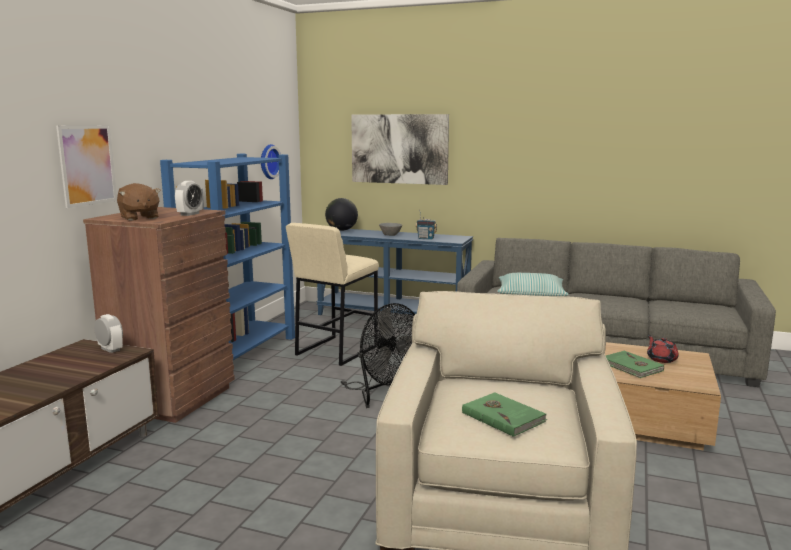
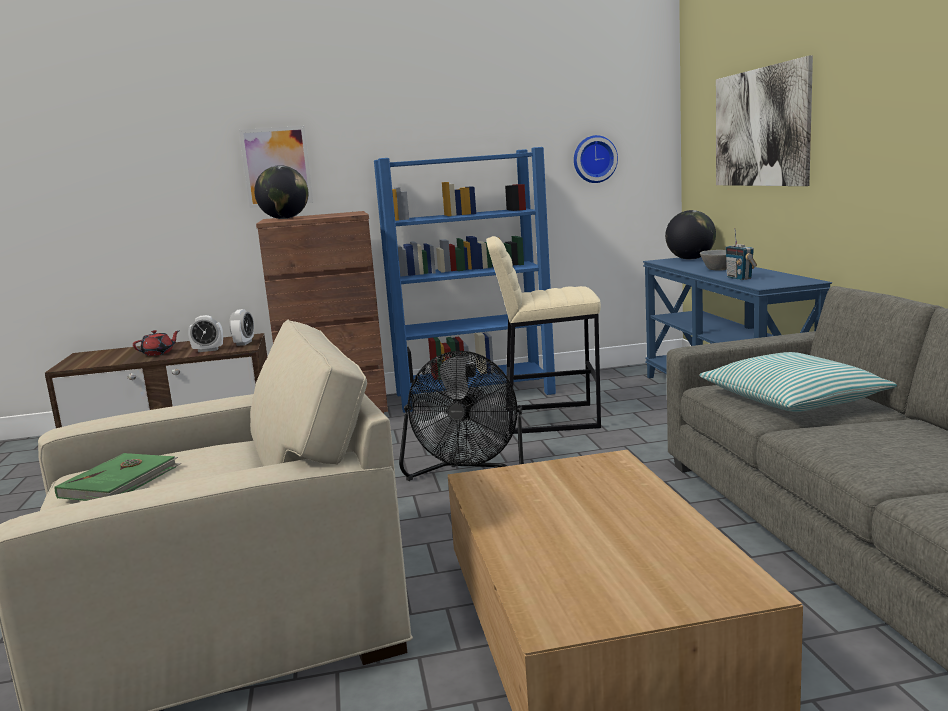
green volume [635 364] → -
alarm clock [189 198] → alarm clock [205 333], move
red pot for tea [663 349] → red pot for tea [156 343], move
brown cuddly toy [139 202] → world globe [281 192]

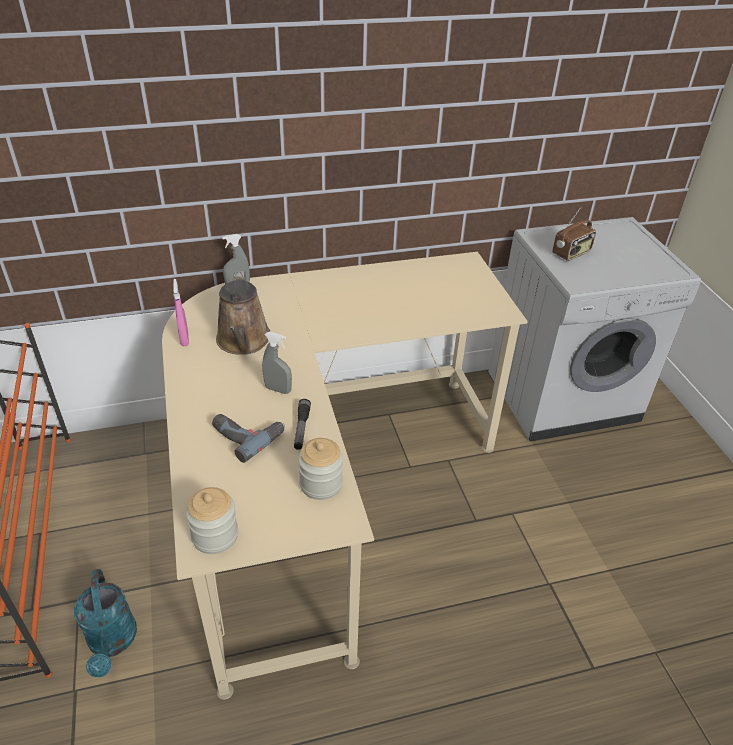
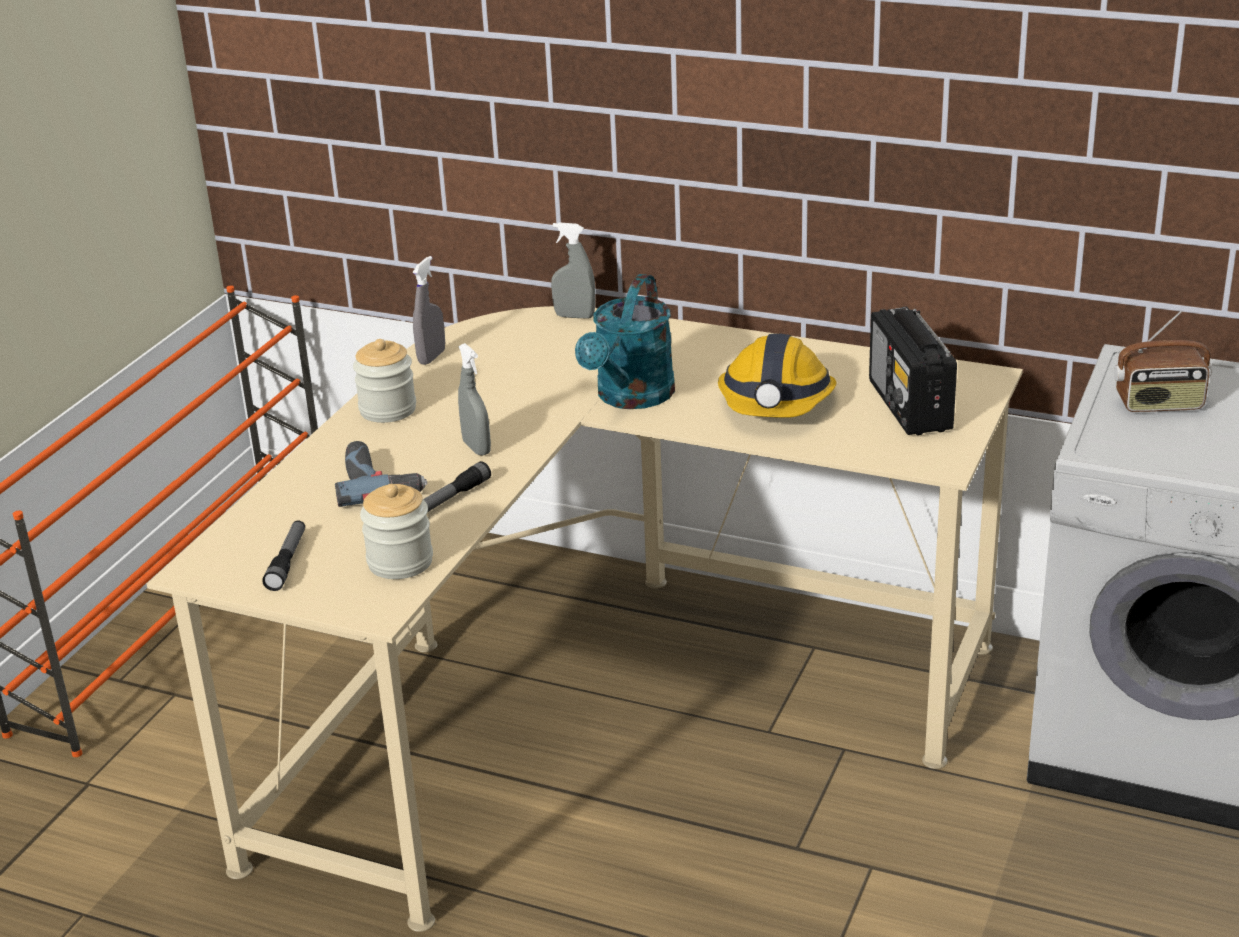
brown sprinkling can [243 313] → -
- → hand torch [283 555]
- → hard hat [777 376]
- → radio set [913 370]
turquoise sprinkling can [105 623] → turquoise sprinkling can [625 341], move
jar [212 520] → jar [384 381], move
pinkish spray bottle [181 312] → greyish spray bottle [429 310]

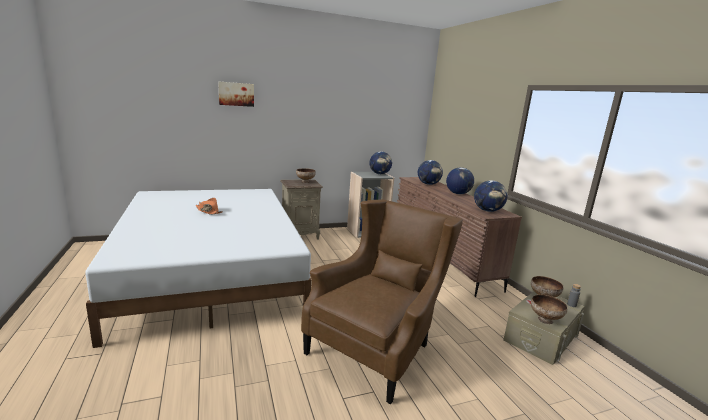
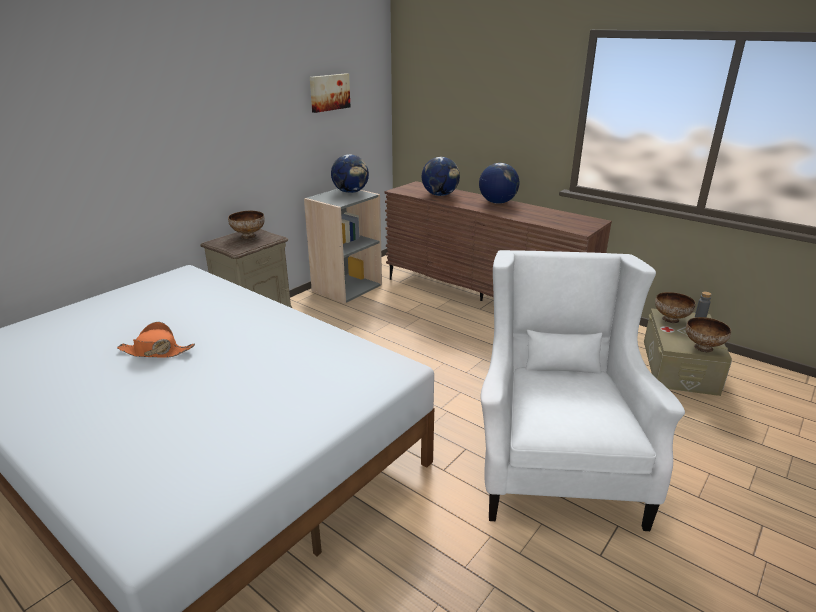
world globe [491 196] → -
wall art [236 94] → wall art [330 93], move
brown armchair [382 302] → white-coloured armchair [583 390]

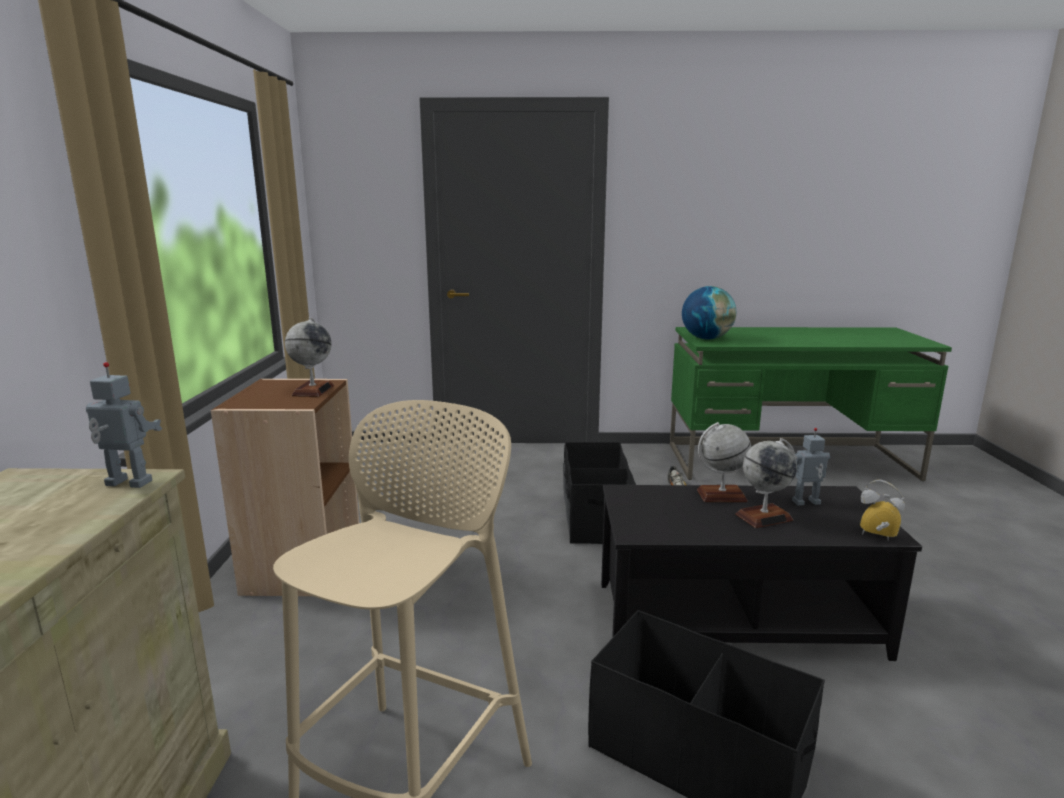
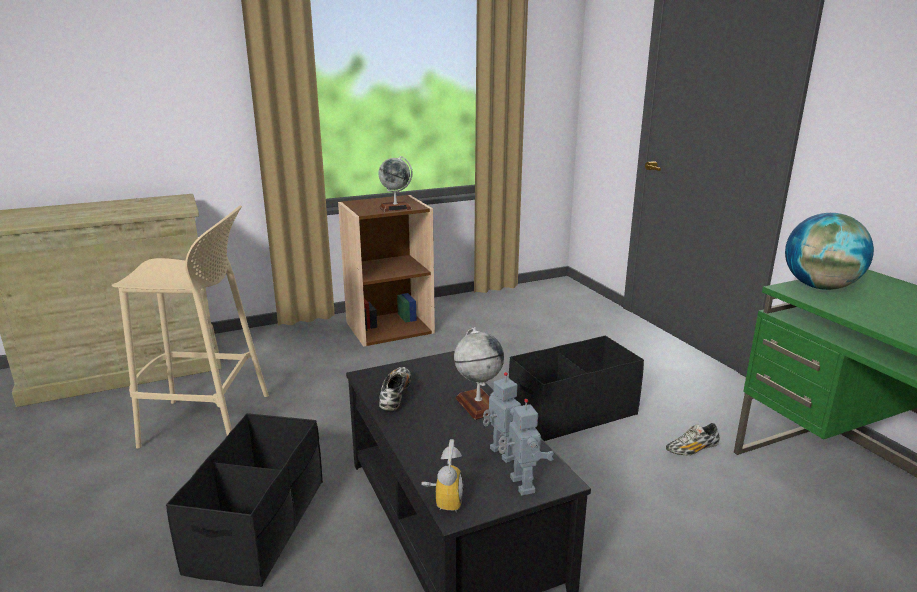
world globe [766 483] → -
- → item of footwear [395 389]
toy robot [124 425] → toy robot [526 447], move

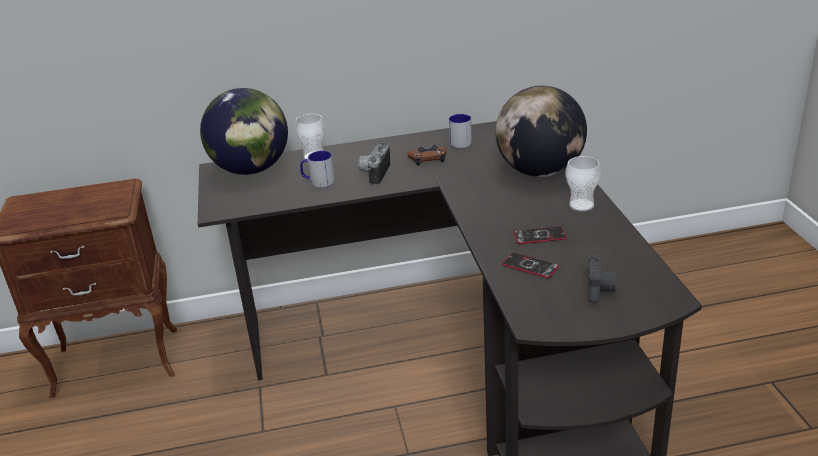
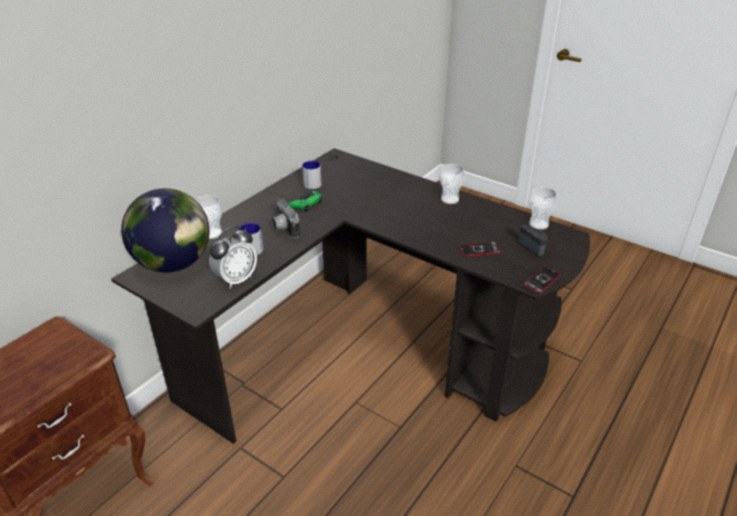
world globe [541 131] → -
- → alarm clock [233 257]
- → cup [543 208]
telephone [540 235] → telephone [541 280], move
brown game controller [427 155] → green game controller [305 201]

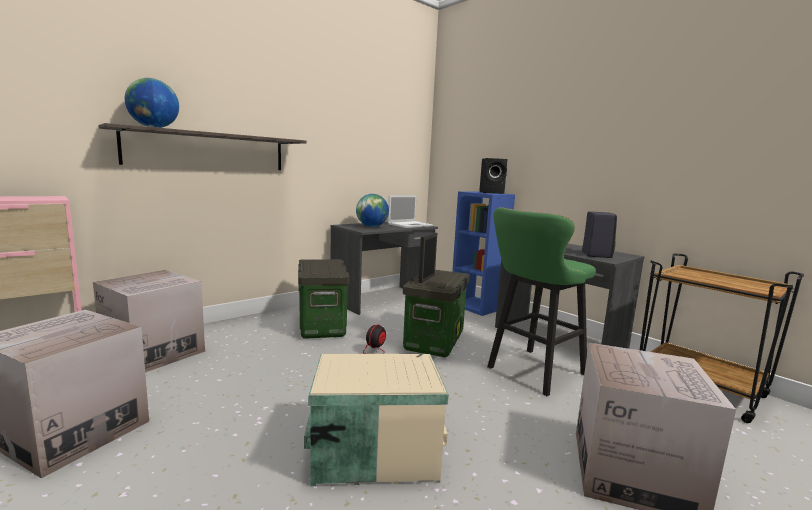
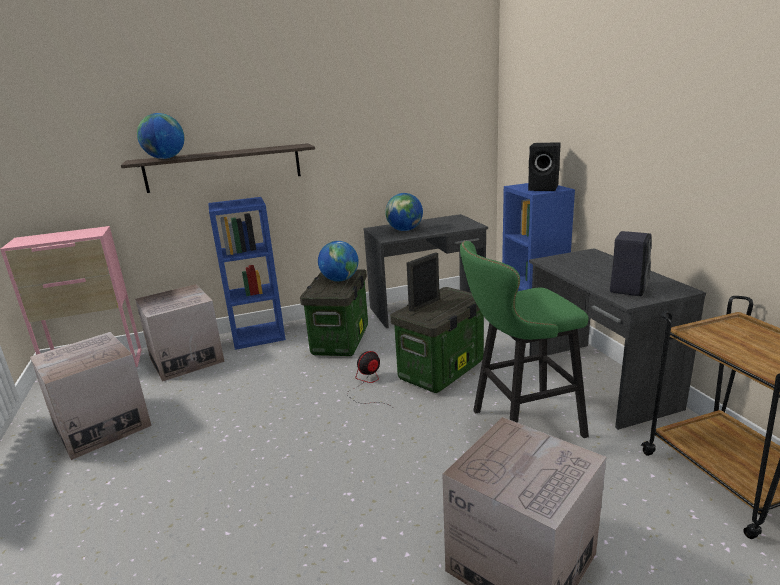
beige-coloured storage box [376 420] → -
notebook computer [410 211] → -
- → blue-coloured bookshelf [247 273]
- → world globe [338 261]

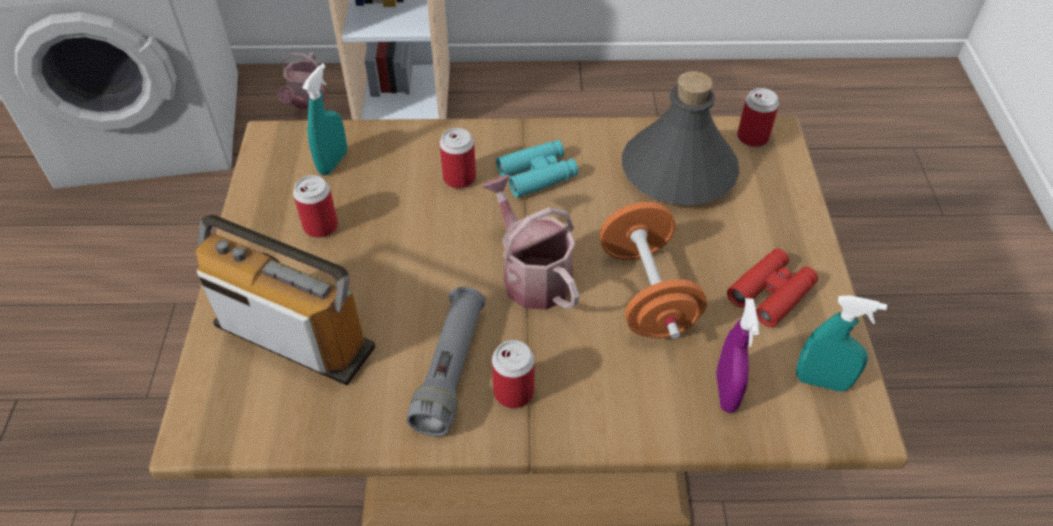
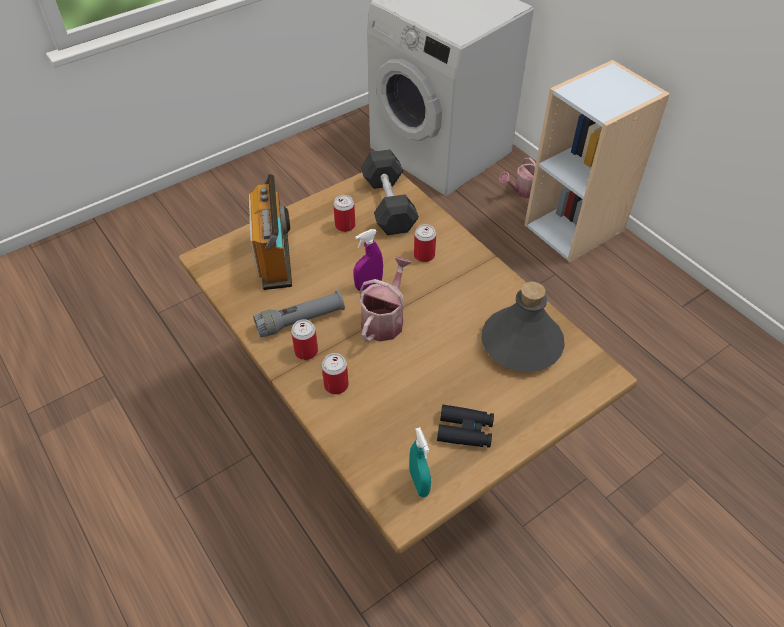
turquoise pair of binoculars [537 169] → -
orange free weight [653 270] → -
purplish spray bottle [737 355] → purplish spray bottle [368 260], move
can [758 117] → can [335 374], move
turquoise spray bottle [324 119] → greyish free weight [390 192]
red pair of binoculars [772 287] → blackish pair of binoculars [465 426]

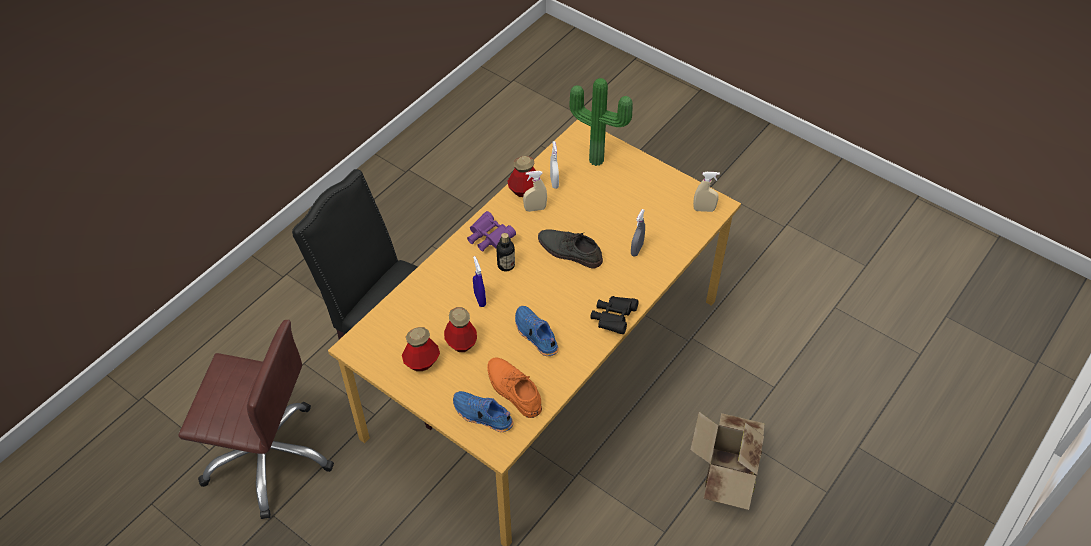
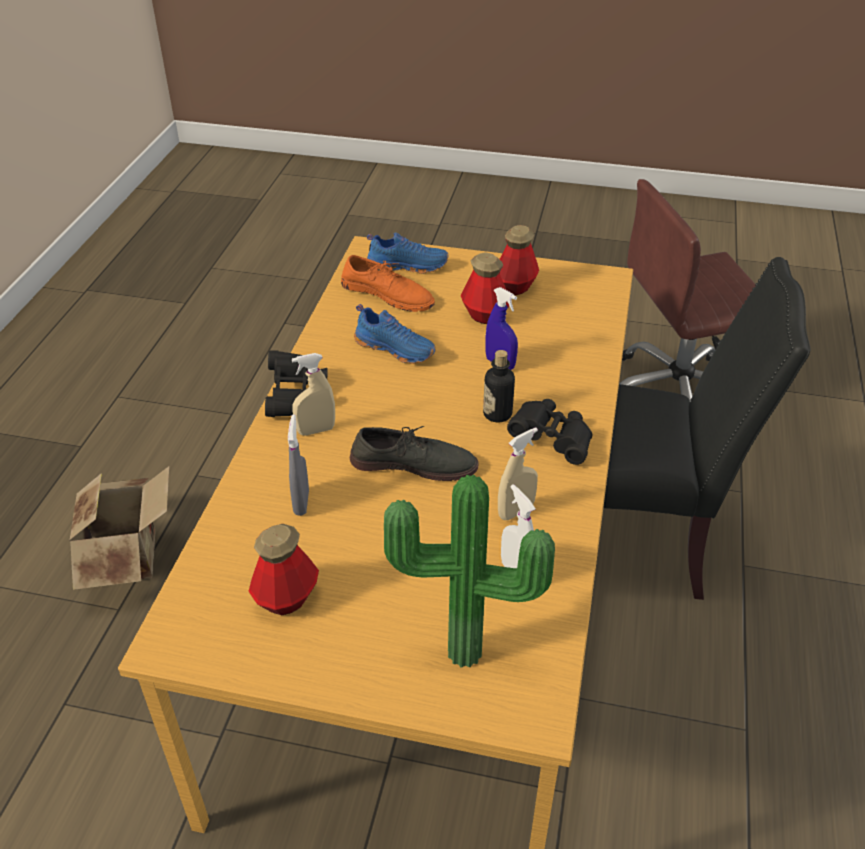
drink bottle [521 176] → drink bottle [283 569], move
beige-coloured spray bottle [706 192] → beige-coloured spray bottle [313 394], move
purplish pair of binoculars [491 231] → blackish pair of binoculars [549 432]

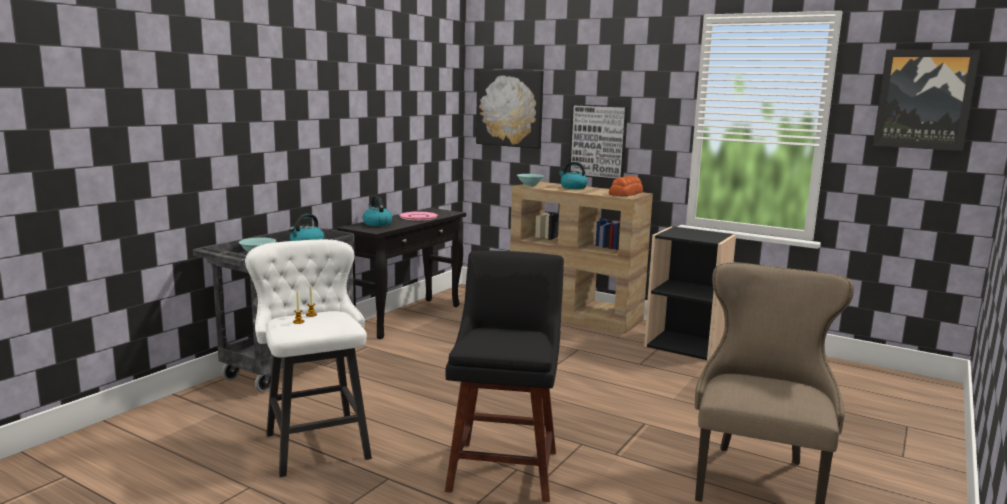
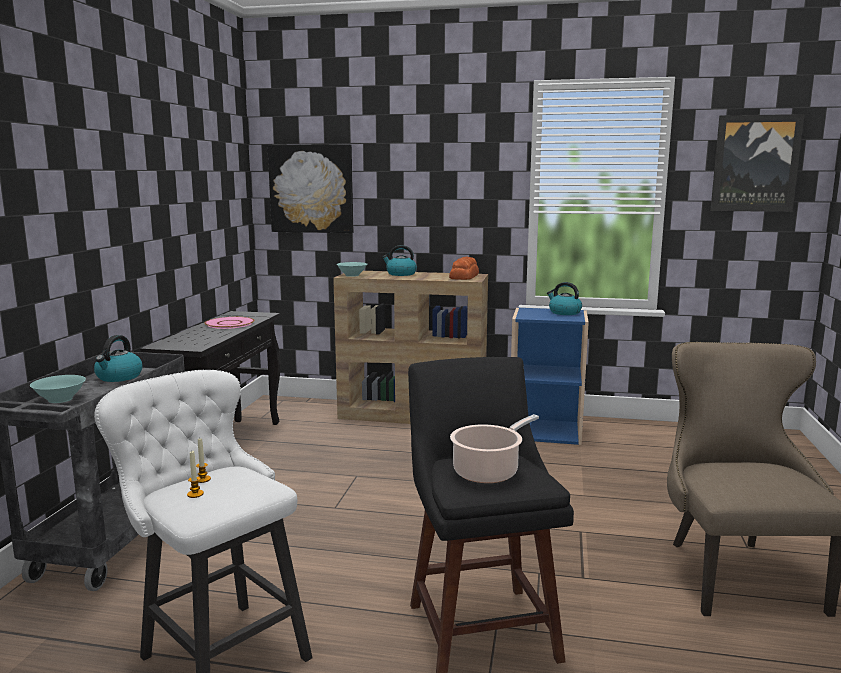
wall art [598 142] → -
- → cooking pot [494 448]
water kettle [377 211] → water kettle [564 298], move
blackish bookshelf [690 293] → blue-coloured bookshelf [550 376]

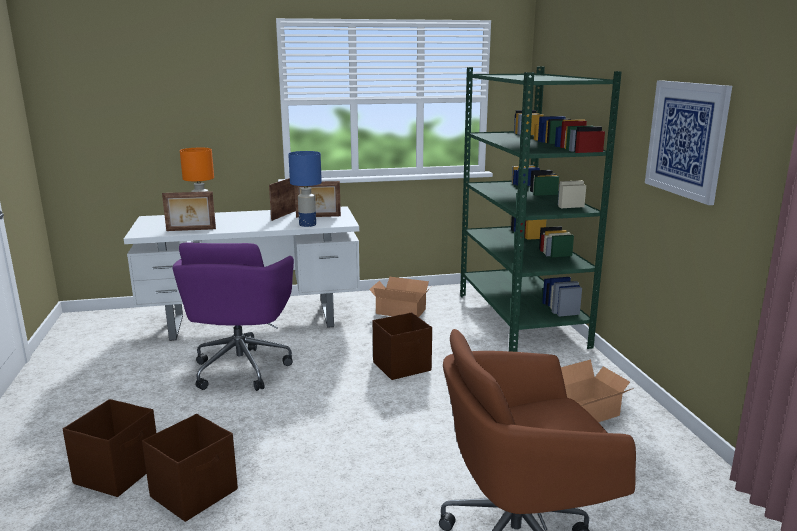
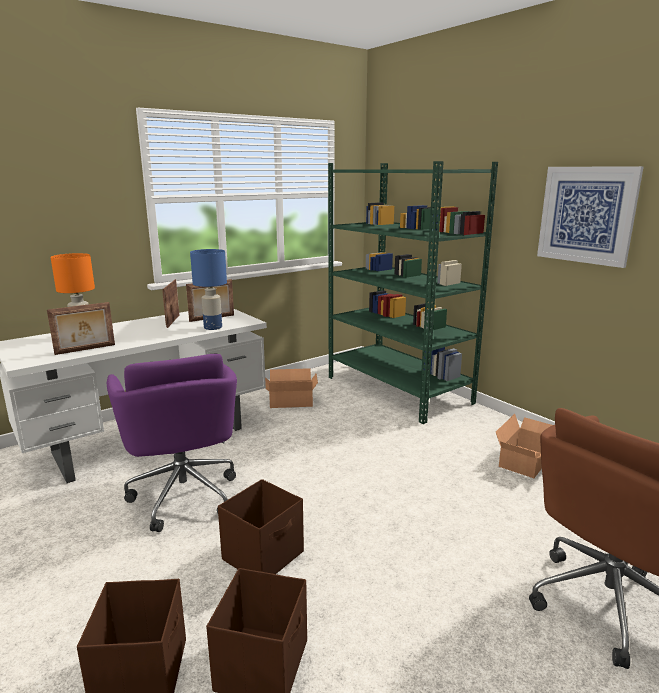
brown storage box [402 346] → brown storage box [261 526], move

